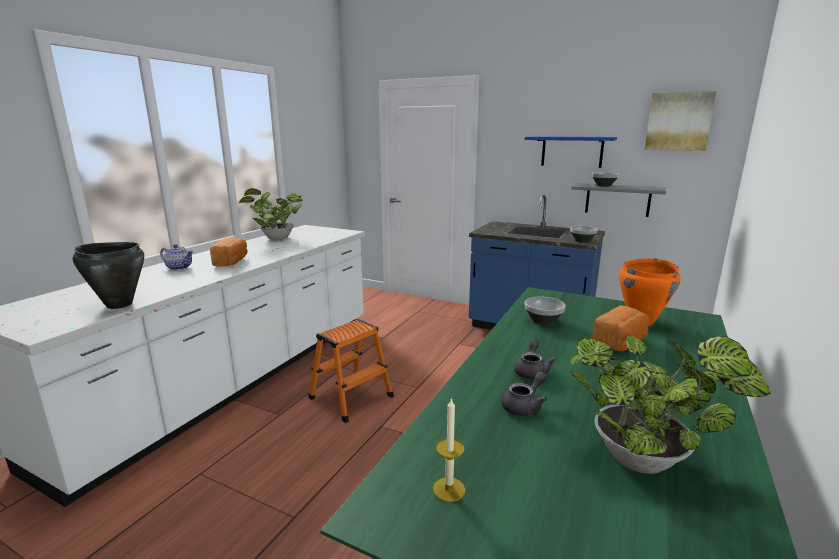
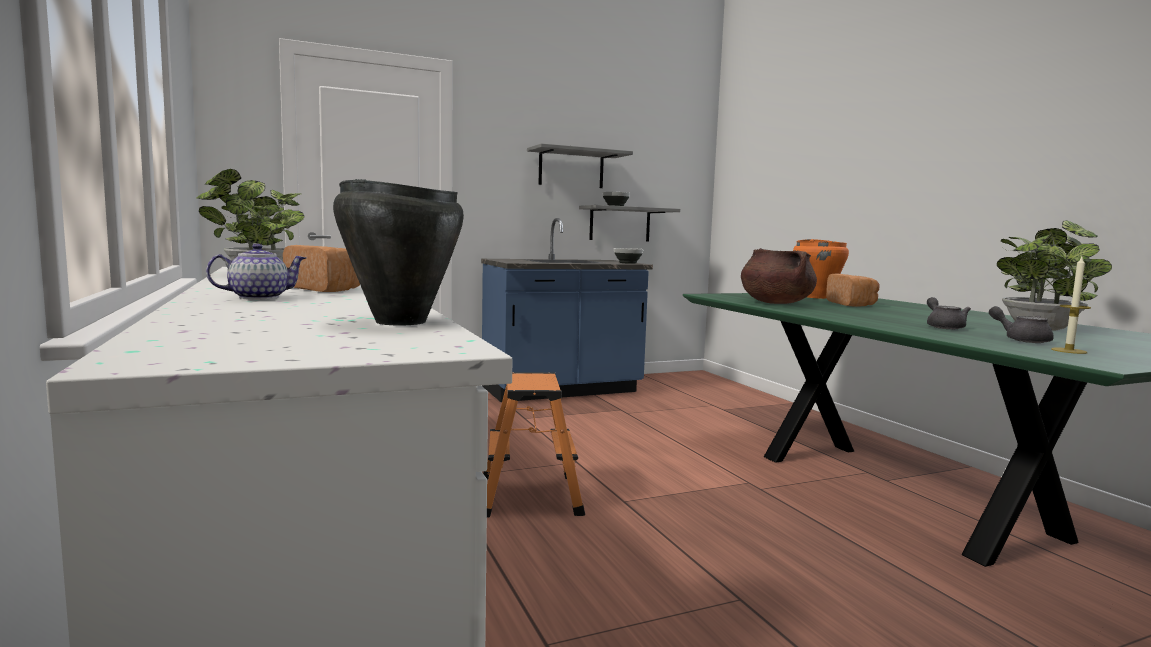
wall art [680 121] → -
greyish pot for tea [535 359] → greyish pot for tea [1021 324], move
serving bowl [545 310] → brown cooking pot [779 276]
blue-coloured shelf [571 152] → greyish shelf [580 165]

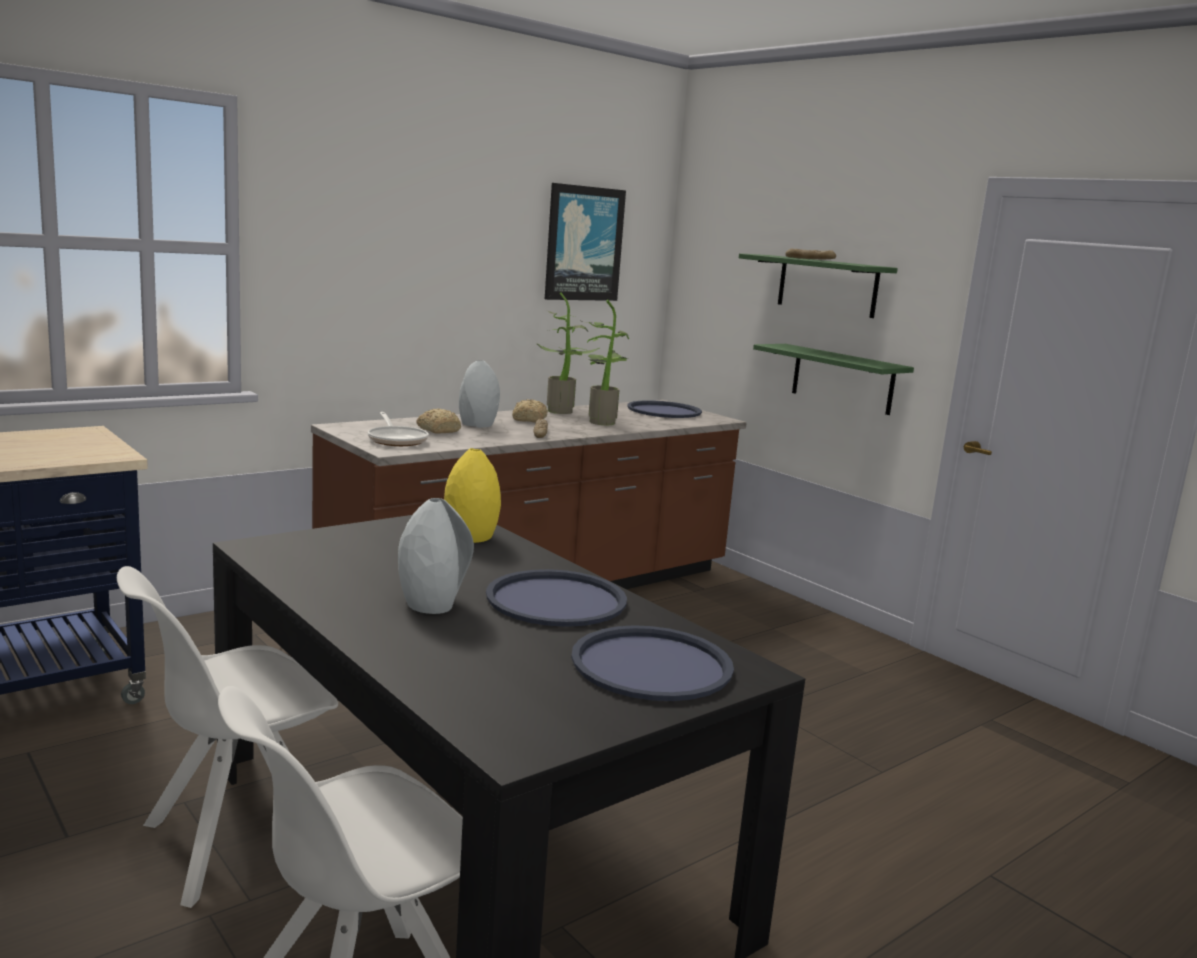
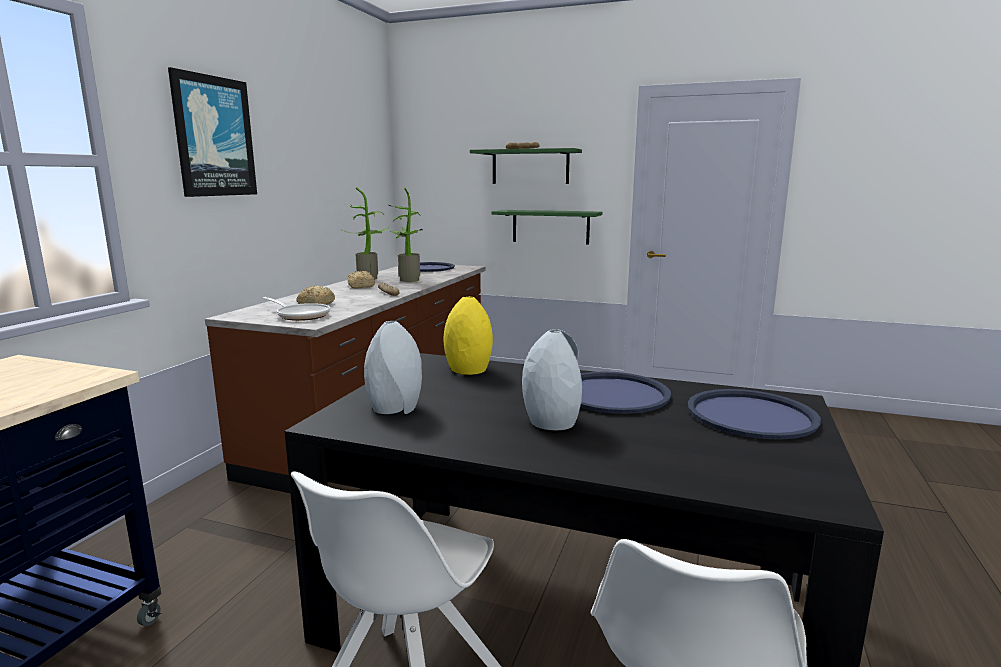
greyish decorative vase [479 394] → greyish decorative vase [393 367], move
wall art [585 242] → wall art [212 132], move

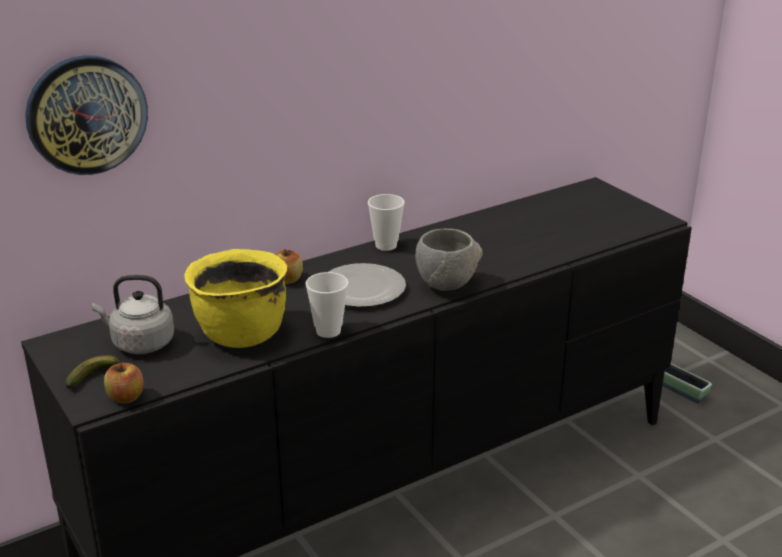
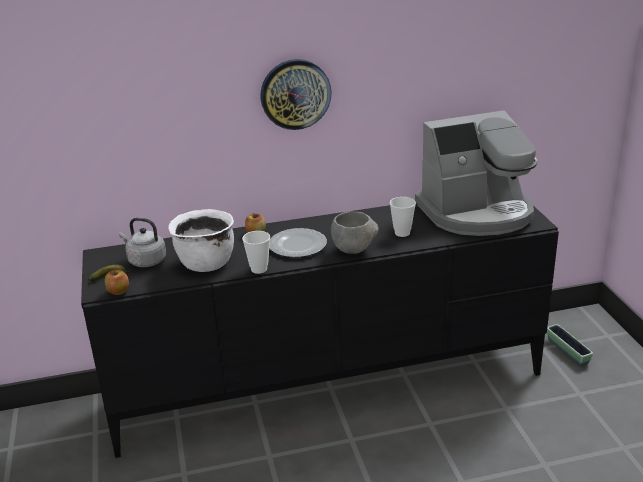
- → coffee brewer [476 173]
hanging clock [86 115] → hanging clock [296 94], move
cup [386 222] → cup [403 217], move
yellowish cooking pot [235 298] → white-coloured cooking pot [201 240]

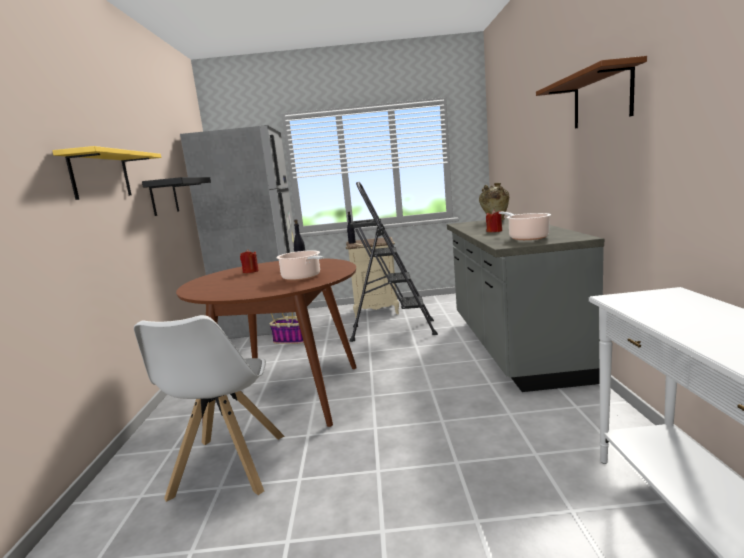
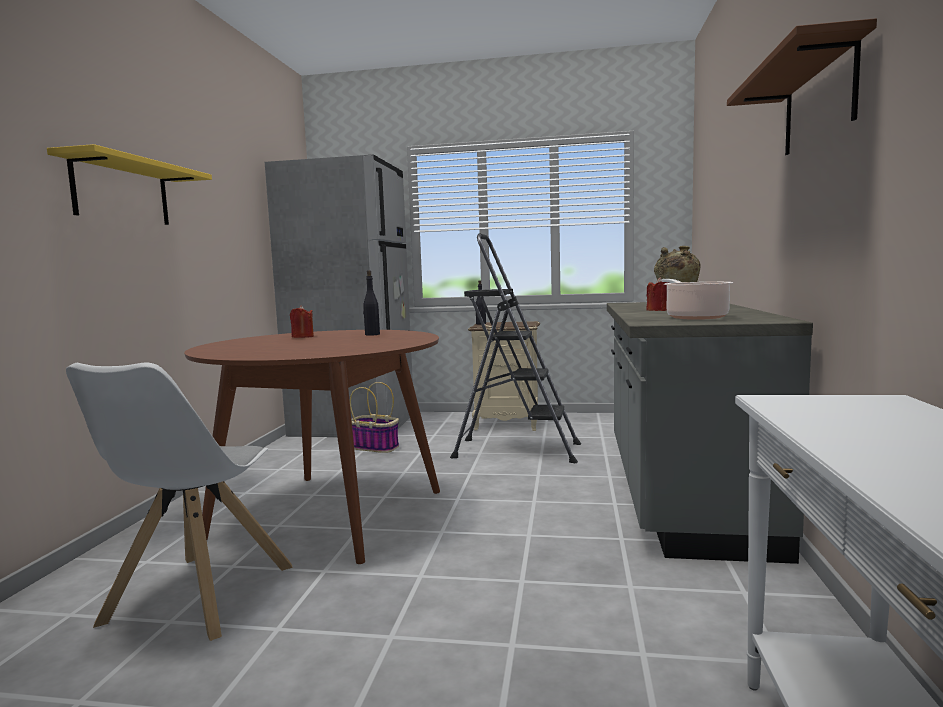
blackish shelf [176 196] → -
cooking pot [299 265] → -

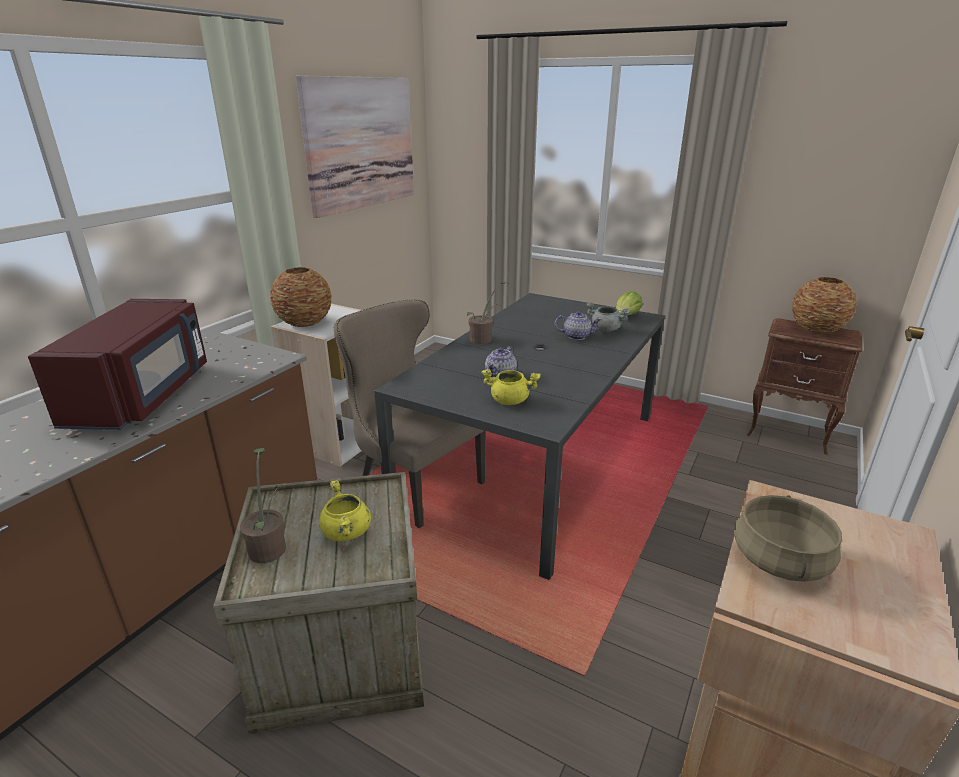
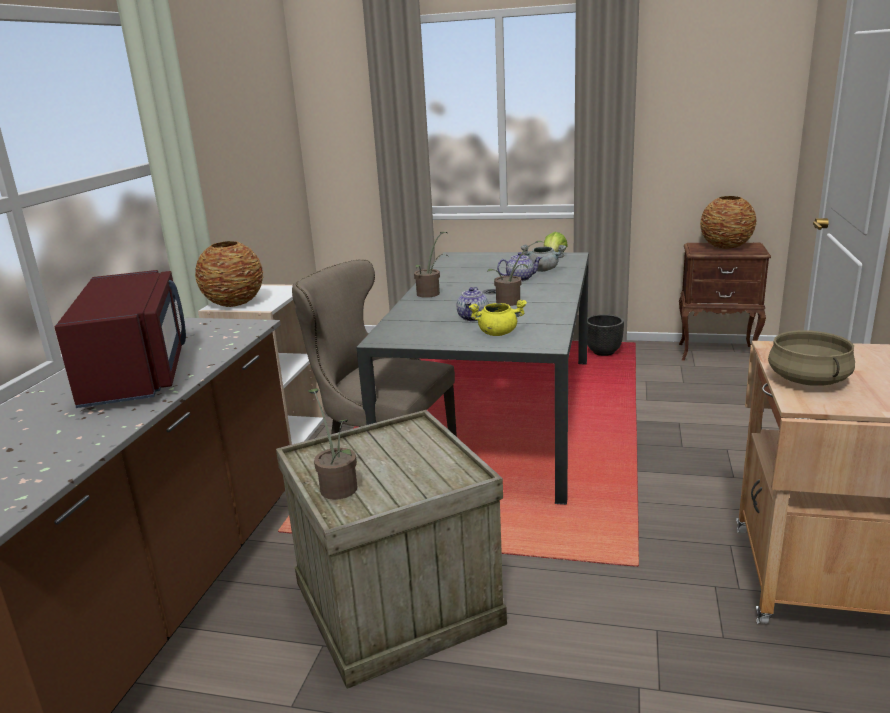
wall art [355 146] → -
yellowish cooking pot [345 510] → -
- → potted plant [516 273]
- → blackish plant pot [605 335]

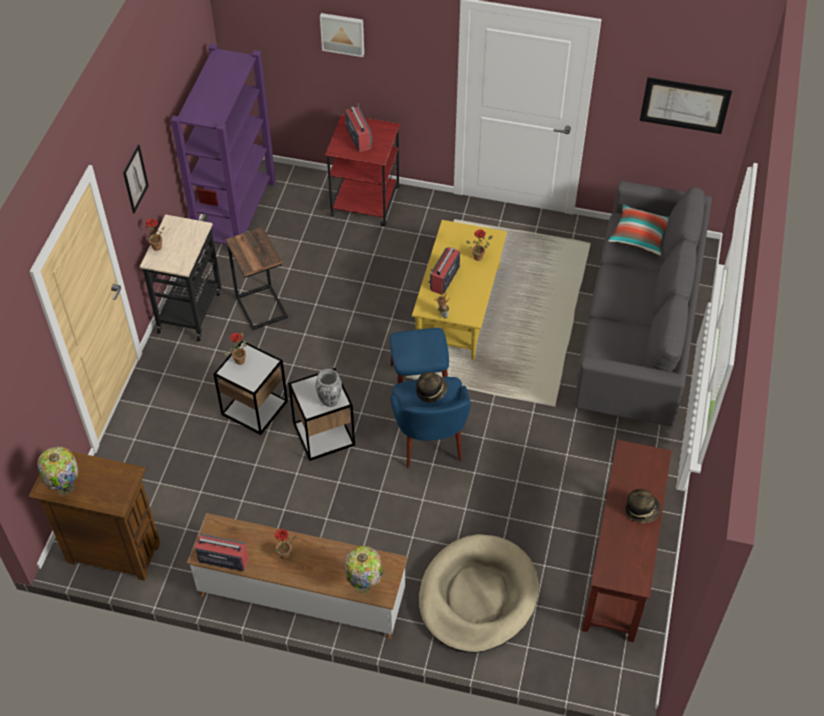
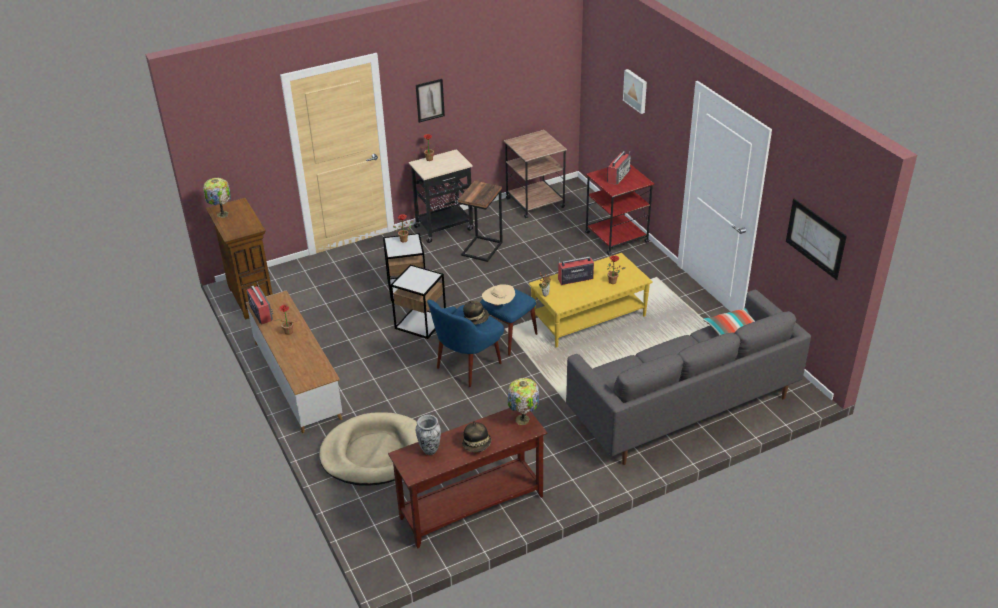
- → beige-coloured clothing hat [498 295]
decorative vase [329 388] → decorative vase [428 435], move
lamp for a table [364 570] → lamp for a table [523 401], move
purplish bookshelf [223 144] → brown cart [535 174]

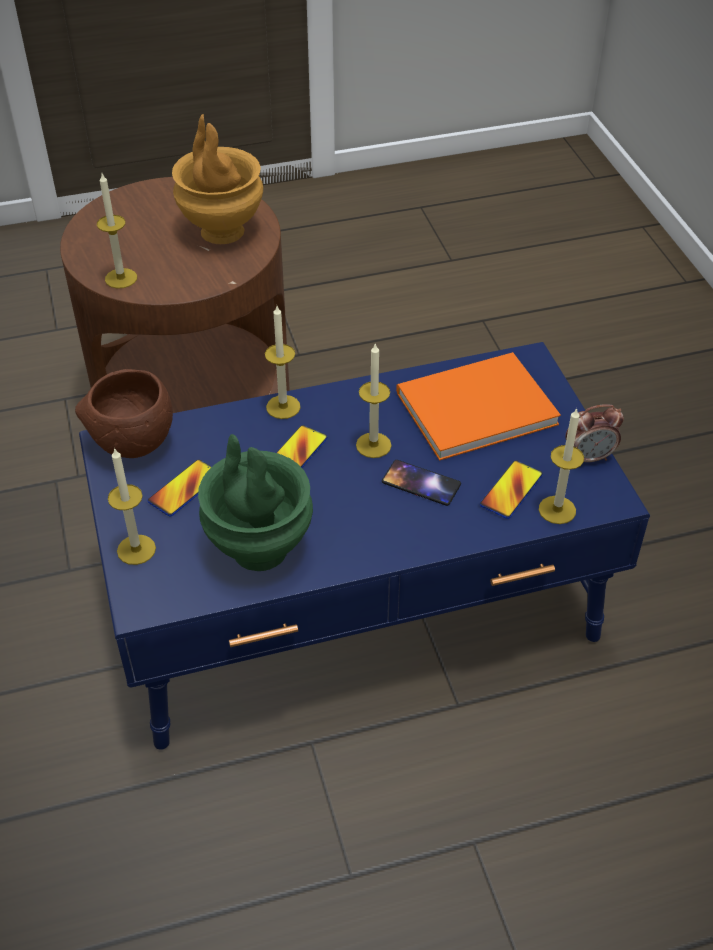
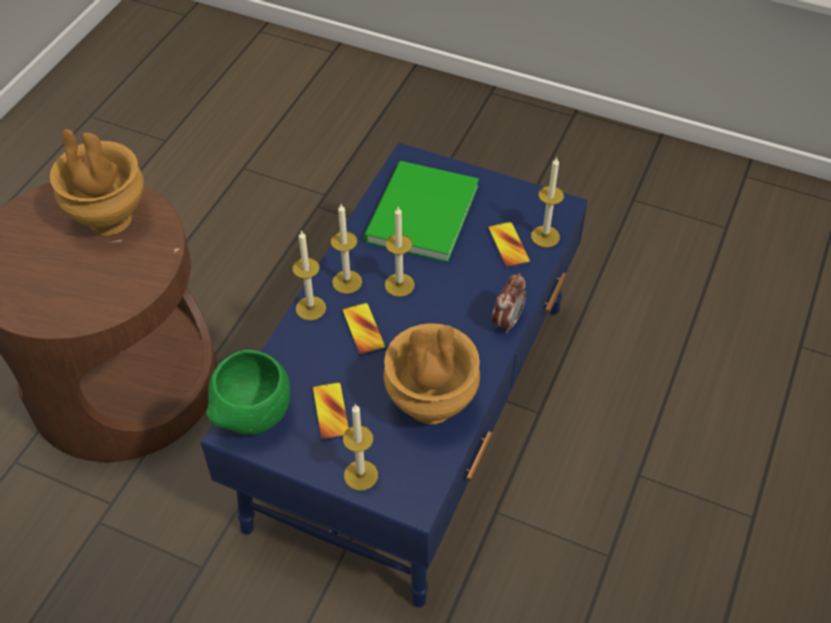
telephone [421 483] → -
wax light [117 231] → wax light [346 249], move
alarm clock [595 433] → alarm clock [509 303], move
brown serving bowl [124 413] → green serving bowl [248 392]
green decorative vase [255 502] → brown decorative vase [431 373]
orange volume [478 406] → green volume [421 211]

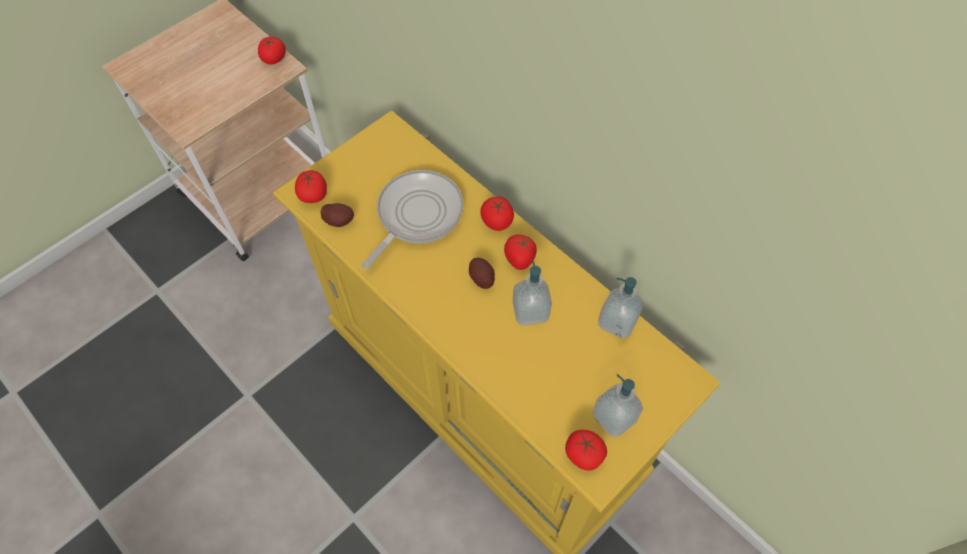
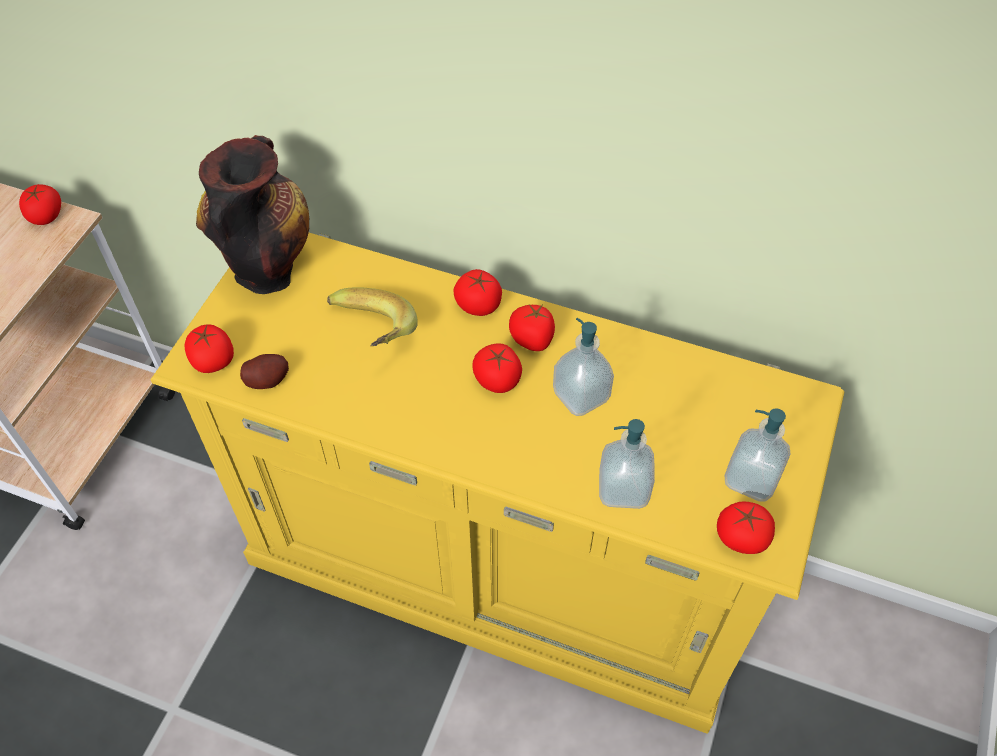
- → decorative vase [252 214]
soap dispenser [620 307] → soap dispenser [627 464], move
pan [412 219] → whole banana [372 316]
spud [482 273] → whole tomato [497 368]

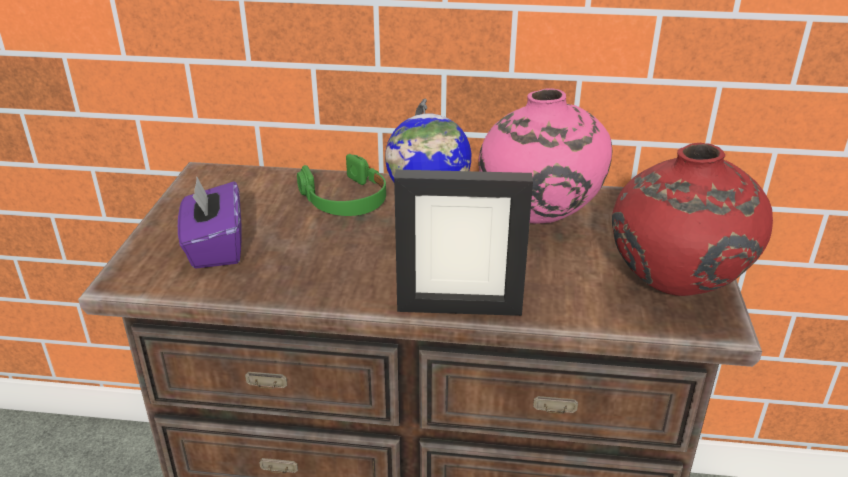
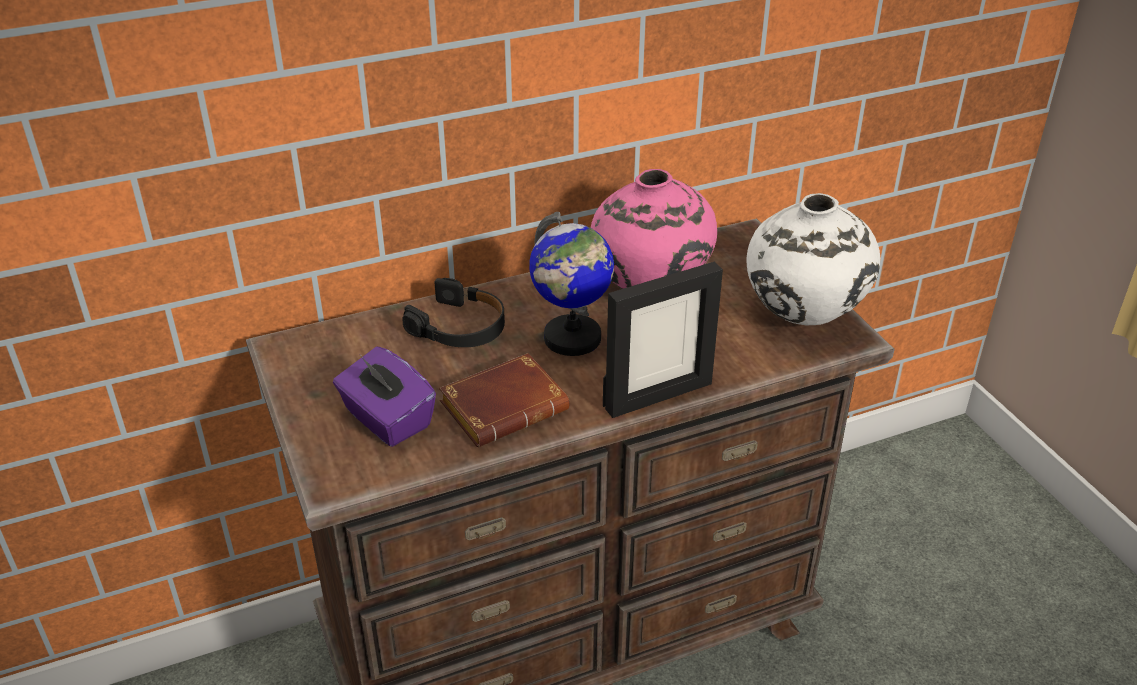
- → brown volume [504 400]
green headset [341 185] → blackish headset [453 312]
red decorative vase [692 219] → white-coloured decorative vase [813 259]

